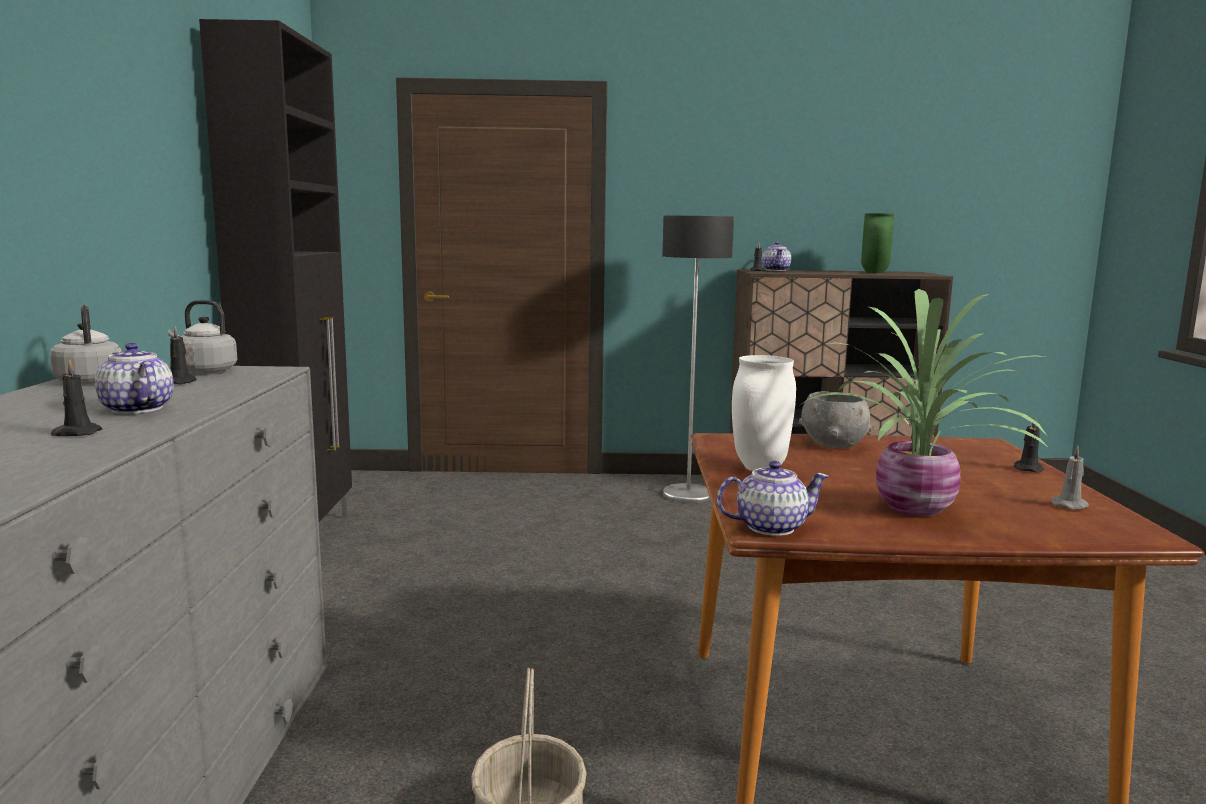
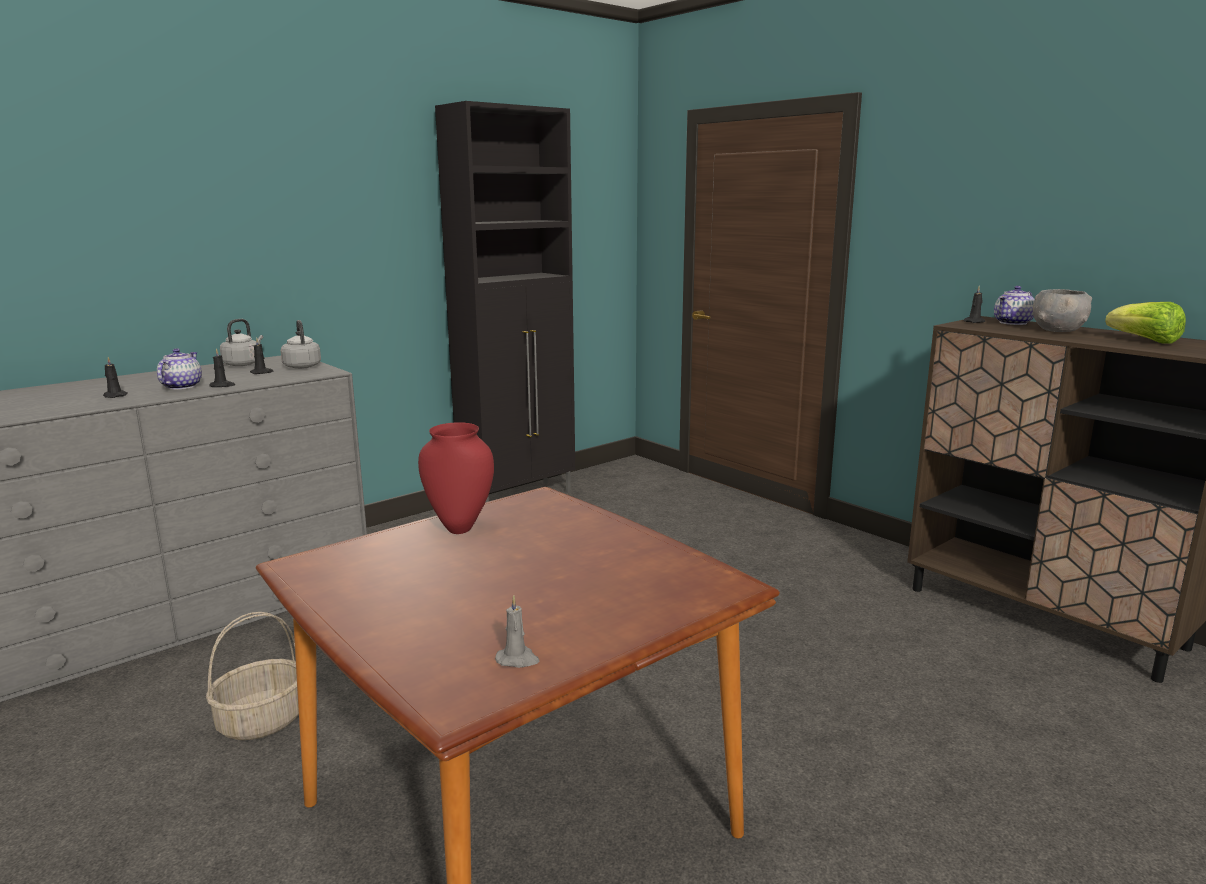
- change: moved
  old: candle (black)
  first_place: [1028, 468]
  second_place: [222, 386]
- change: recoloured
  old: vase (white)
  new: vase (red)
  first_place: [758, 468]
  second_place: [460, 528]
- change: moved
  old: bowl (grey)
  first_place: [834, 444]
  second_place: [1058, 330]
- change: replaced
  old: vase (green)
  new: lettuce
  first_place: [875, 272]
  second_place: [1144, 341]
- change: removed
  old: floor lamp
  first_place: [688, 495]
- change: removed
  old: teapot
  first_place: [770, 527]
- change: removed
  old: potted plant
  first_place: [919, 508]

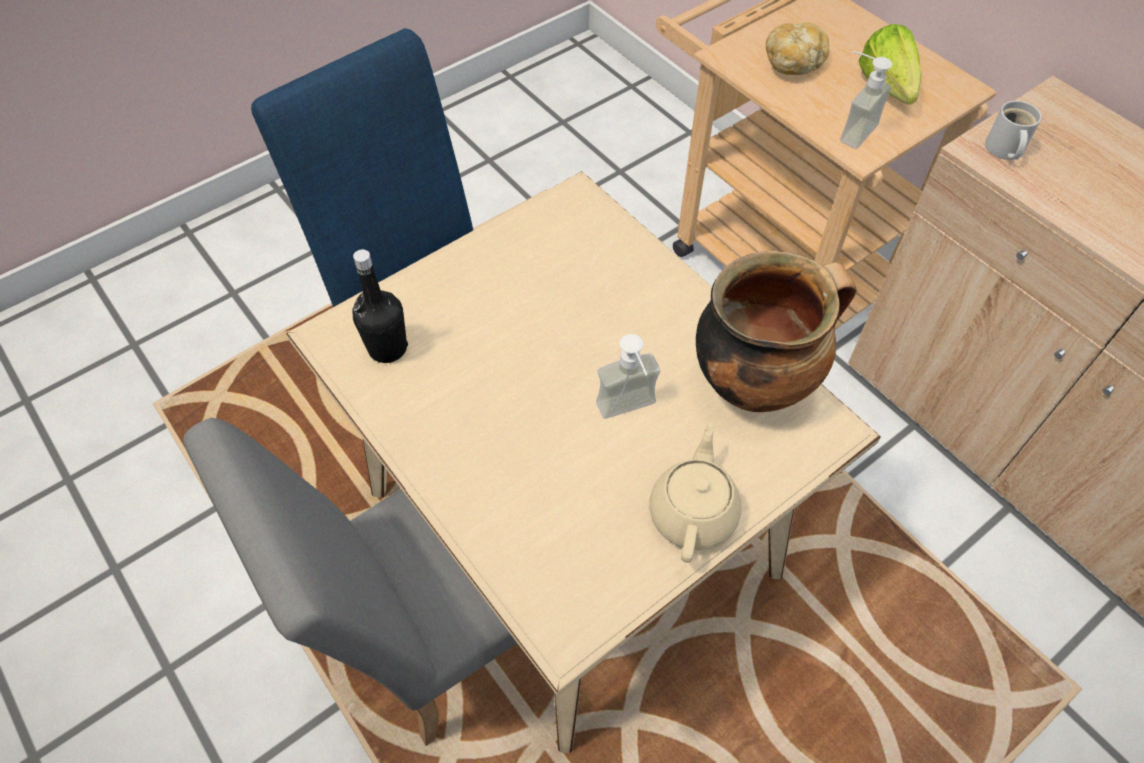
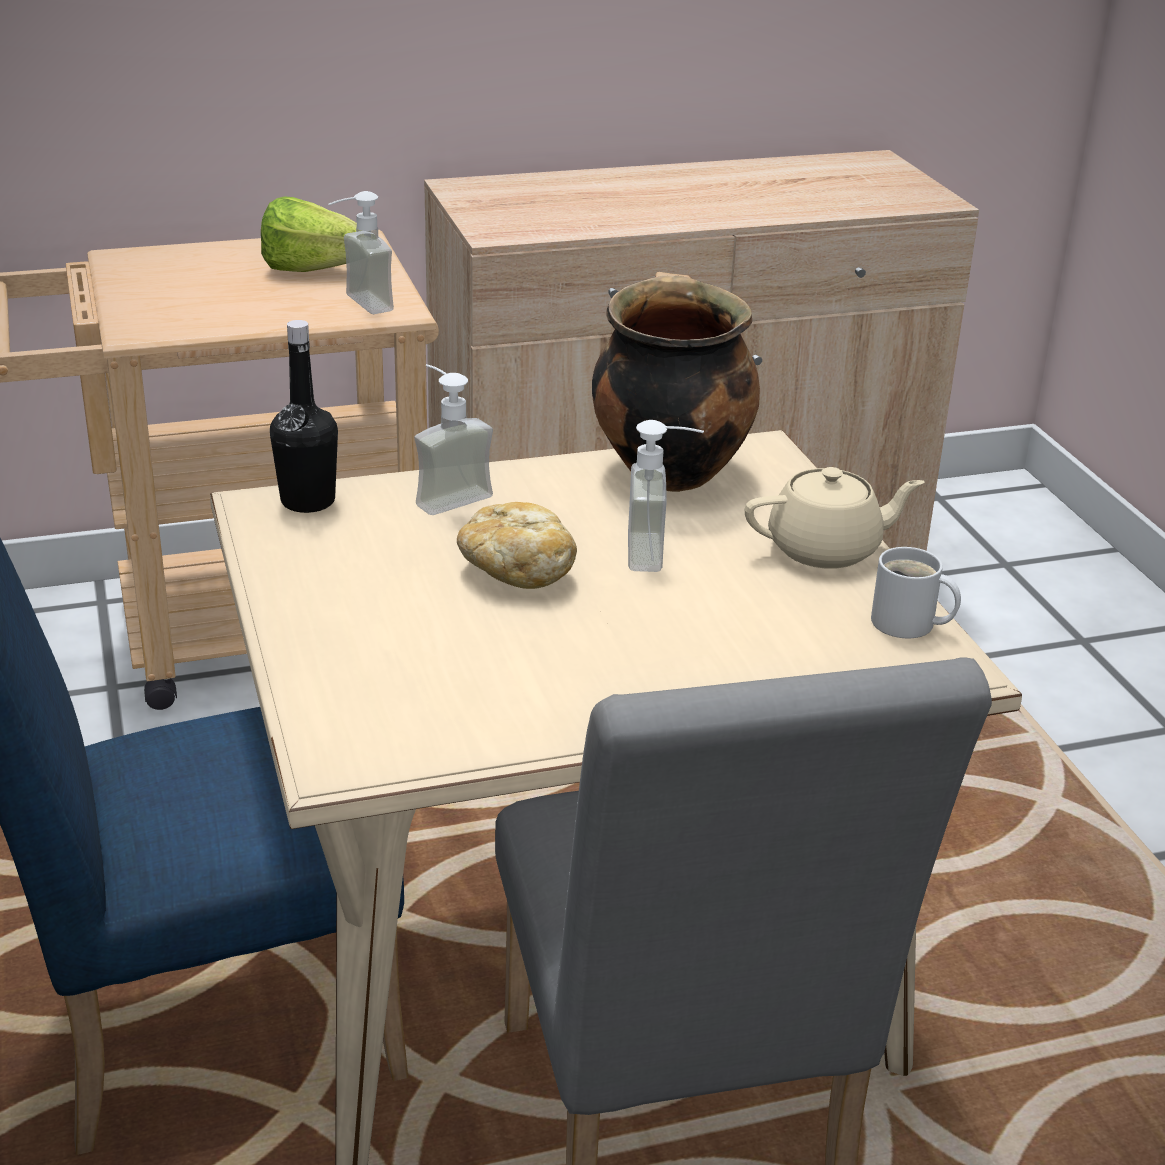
- change: moved
  old: bottle (black)
  first_place: [387, 348]
  second_place: [308, 501]
- change: added
  new: soap dispenser
  second_place: [445, 495]
- change: moved
  old: bread
  first_place: [794, 62]
  second_place: [516, 571]
- change: turned
  old: teapot (beige)
  first_place: [693, 512]
  second_place: [826, 550]
  degrees: 135
- change: moved
  old: mug (white)
  first_place: [1003, 150]
  second_place: [908, 625]

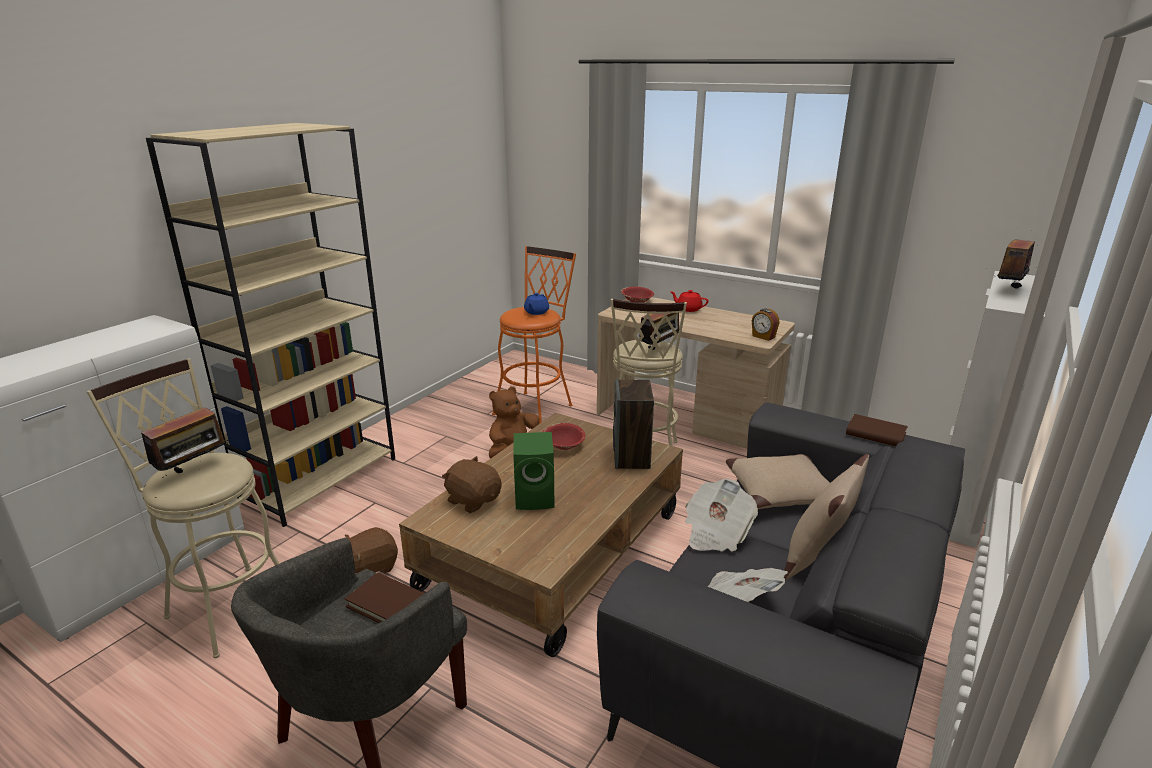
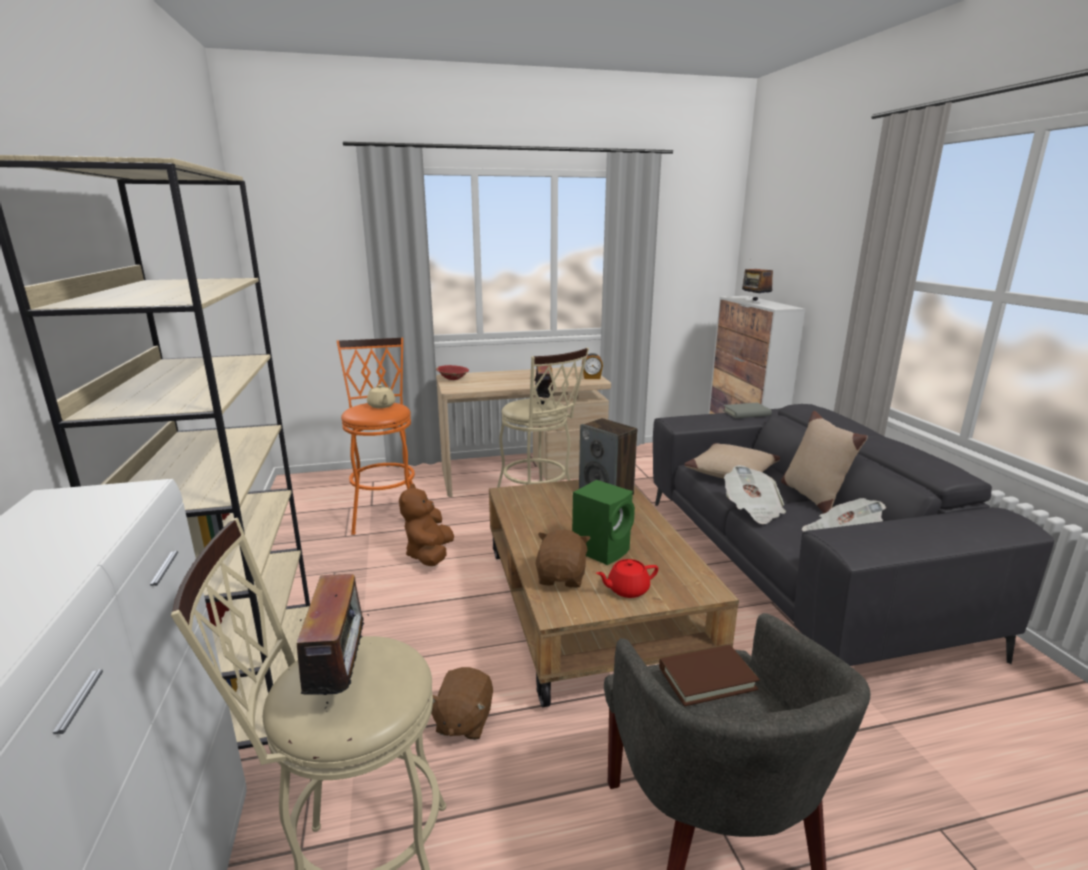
- change: recoloured
  old: teapot (blue)
  new: teapot (beige)
  first_place: [536, 312]
  second_place: [381, 406]
- change: turned
  old: plush toy (brown)
  first_place: [473, 500]
  second_place: [562, 577]
  degrees: 105
- change: moved
  old: teapot (red)
  first_place: [688, 309]
  second_place: [627, 589]
- change: recoloured
  old: book (brown)
  new: book (grey)
  first_place: [875, 434]
  second_place: [746, 413]
- change: removed
  old: bowl (red)
  first_place: [563, 445]

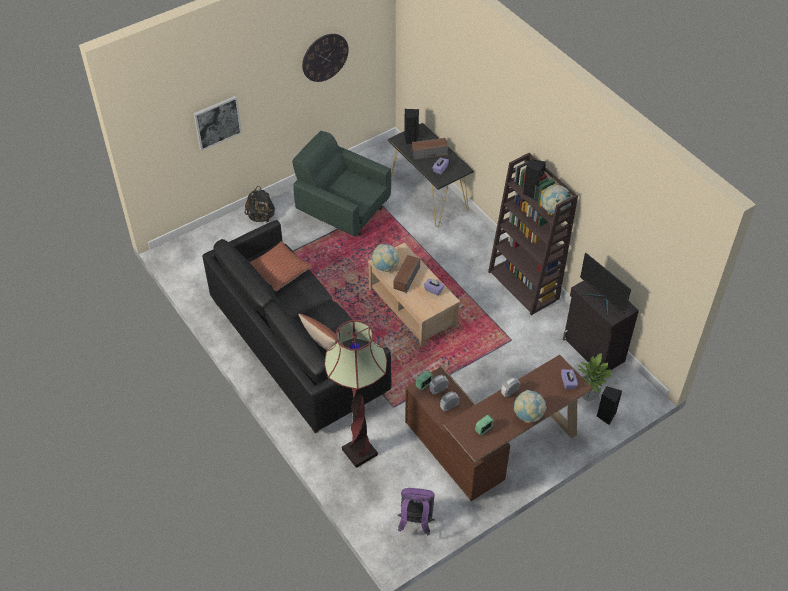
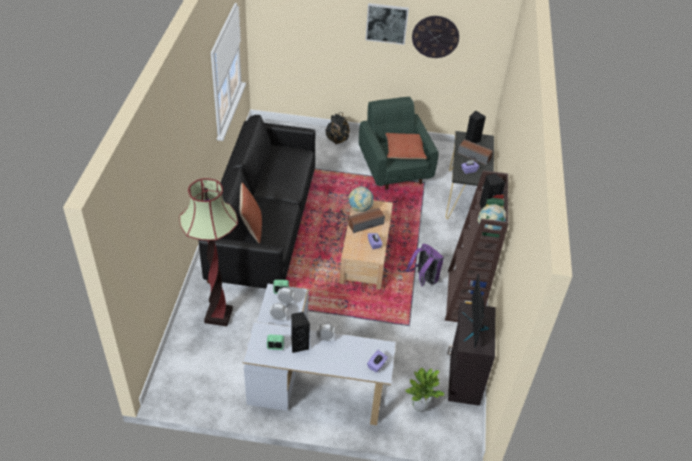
- change: recoloured
  old: desk (brown)
  new: desk (white)
  first_place: [491, 444]
  second_place: [307, 380]
- change: moved
  old: speaker (black)
  first_place: [605, 415]
  second_place: [299, 345]
- change: moved
  old: picture
  first_place: [217, 122]
  second_place: [386, 23]
- change: moved
  old: pillow
  first_place: [279, 271]
  second_place: [404, 151]
- change: moved
  old: backpack (purple)
  first_place: [415, 522]
  second_place: [423, 279]
- change: removed
  old: globe
  first_place: [528, 415]

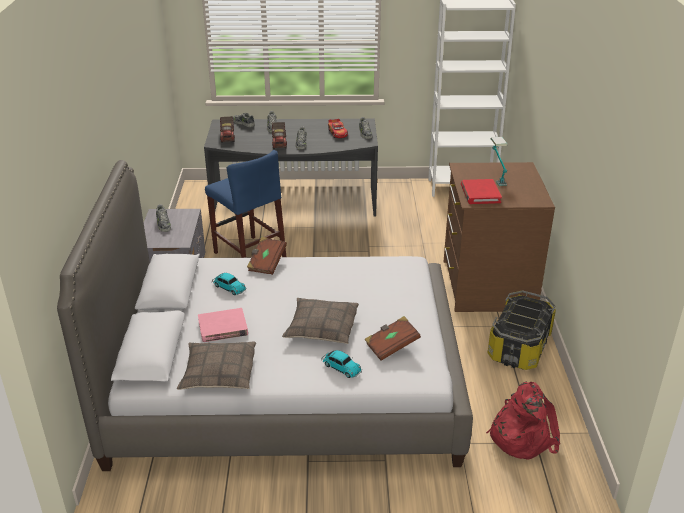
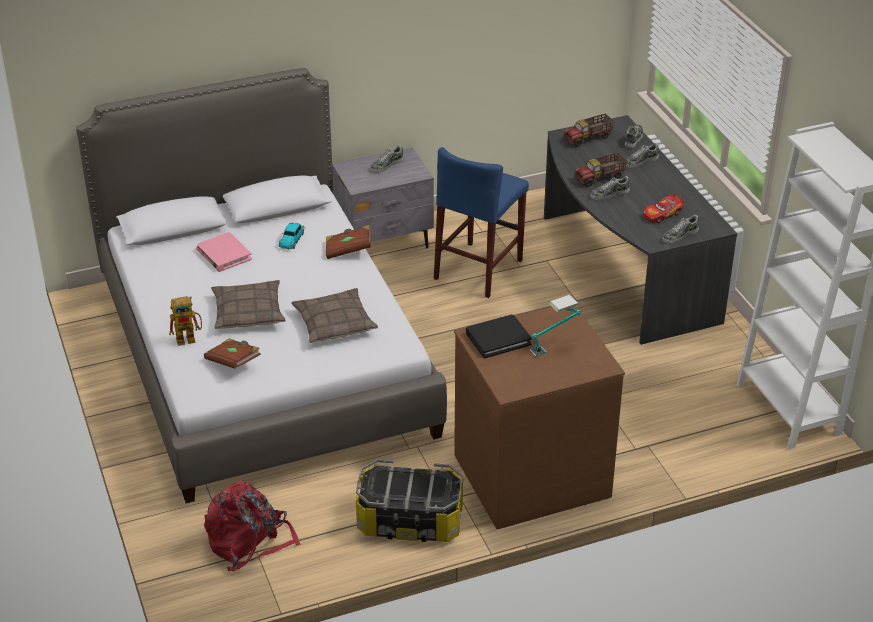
- change: replaced
  old: toy car
  new: toy robot
  first_place: [340, 367]
  second_place: [189, 338]
- change: moved
  old: pillow
  first_place: [218, 373]
  second_place: [334, 323]
- change: recoloured
  old: book (red)
  new: book (black)
  first_place: [480, 194]
  second_place: [498, 338]

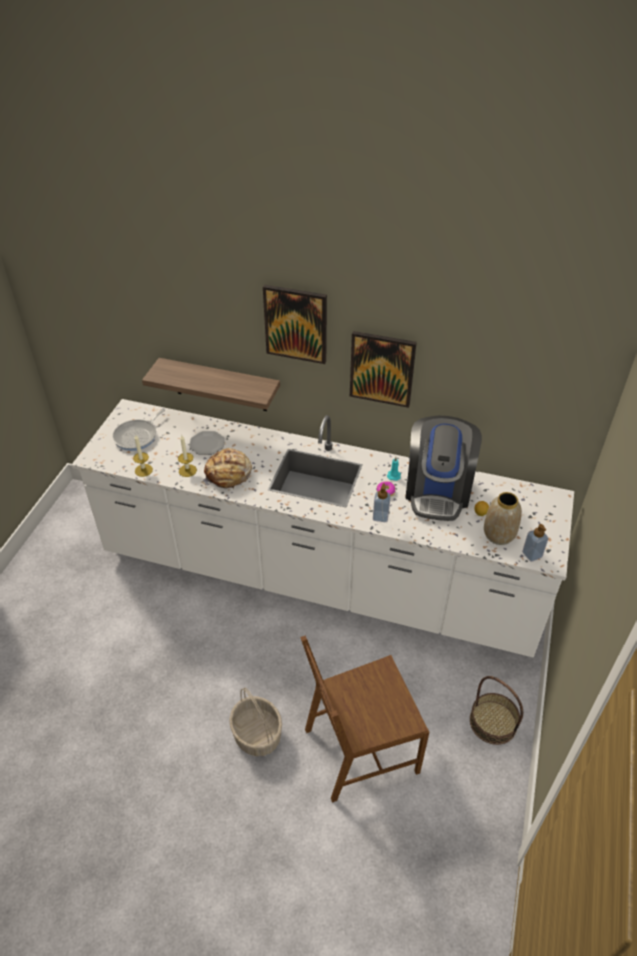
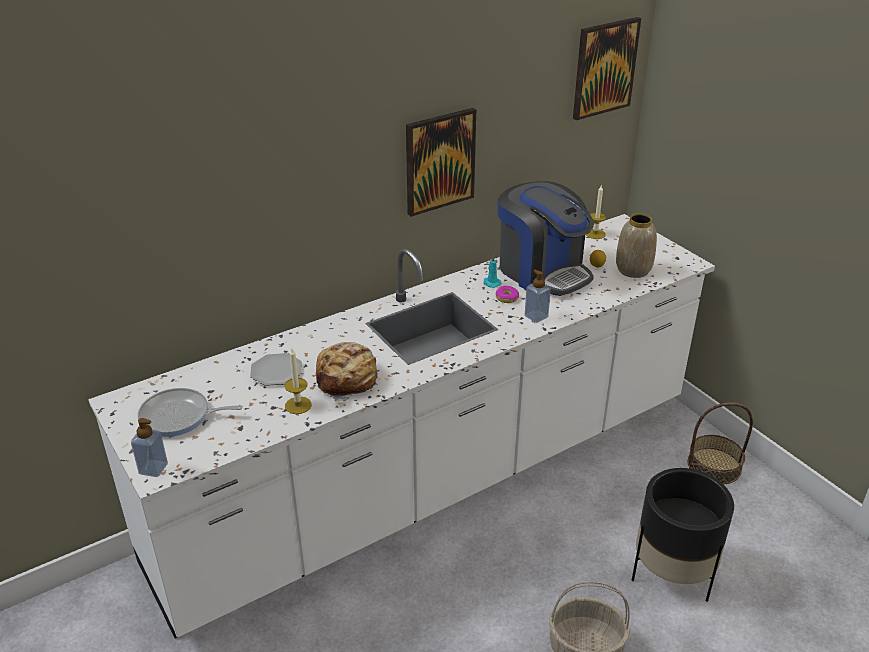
- change: moved
  old: soap dispenser
  first_place: [532, 554]
  second_place: [153, 469]
- change: turned
  old: frying pan
  first_place: [137, 436]
  second_place: [179, 417]
  degrees: 105
- change: moved
  old: picture
  first_place: [296, 324]
  second_place: [604, 68]
- change: moved
  old: candle
  first_place: [143, 470]
  second_place: [595, 234]
- change: replaced
  old: chair (brown)
  new: planter (black)
  first_place: [360, 750]
  second_place: [672, 574]
- change: removed
  old: shelf
  first_place: [220, 385]

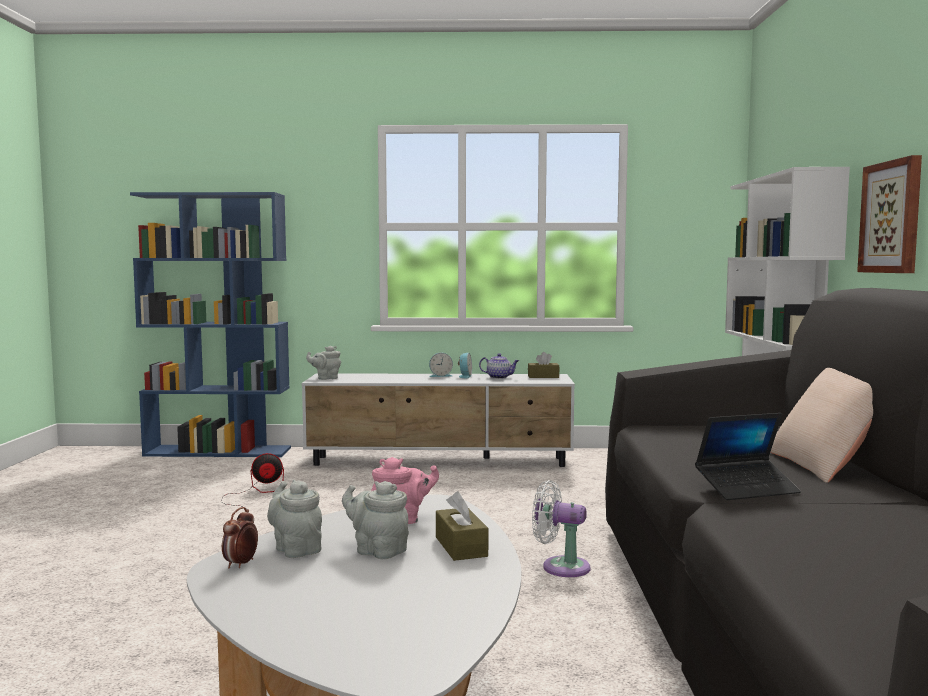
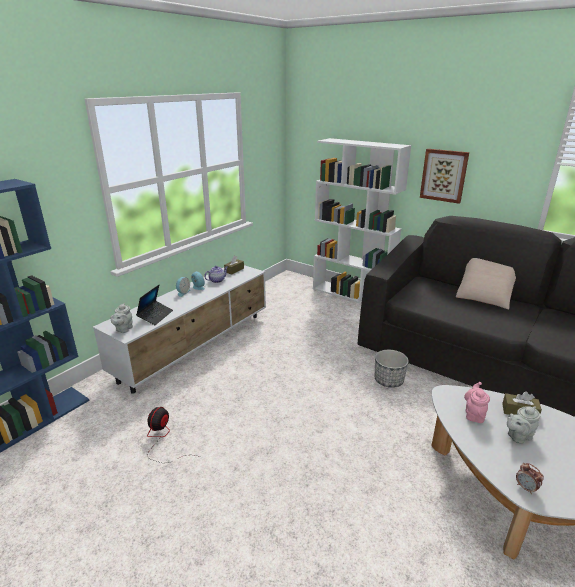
- change: moved
  old: laptop
  first_place: [747, 489]
  second_place: [155, 316]
- change: replaced
  old: fan (white)
  new: planter
  first_place: [561, 567]
  second_place: [389, 380]
- change: removed
  old: teapot (grey)
  first_place: [296, 549]

